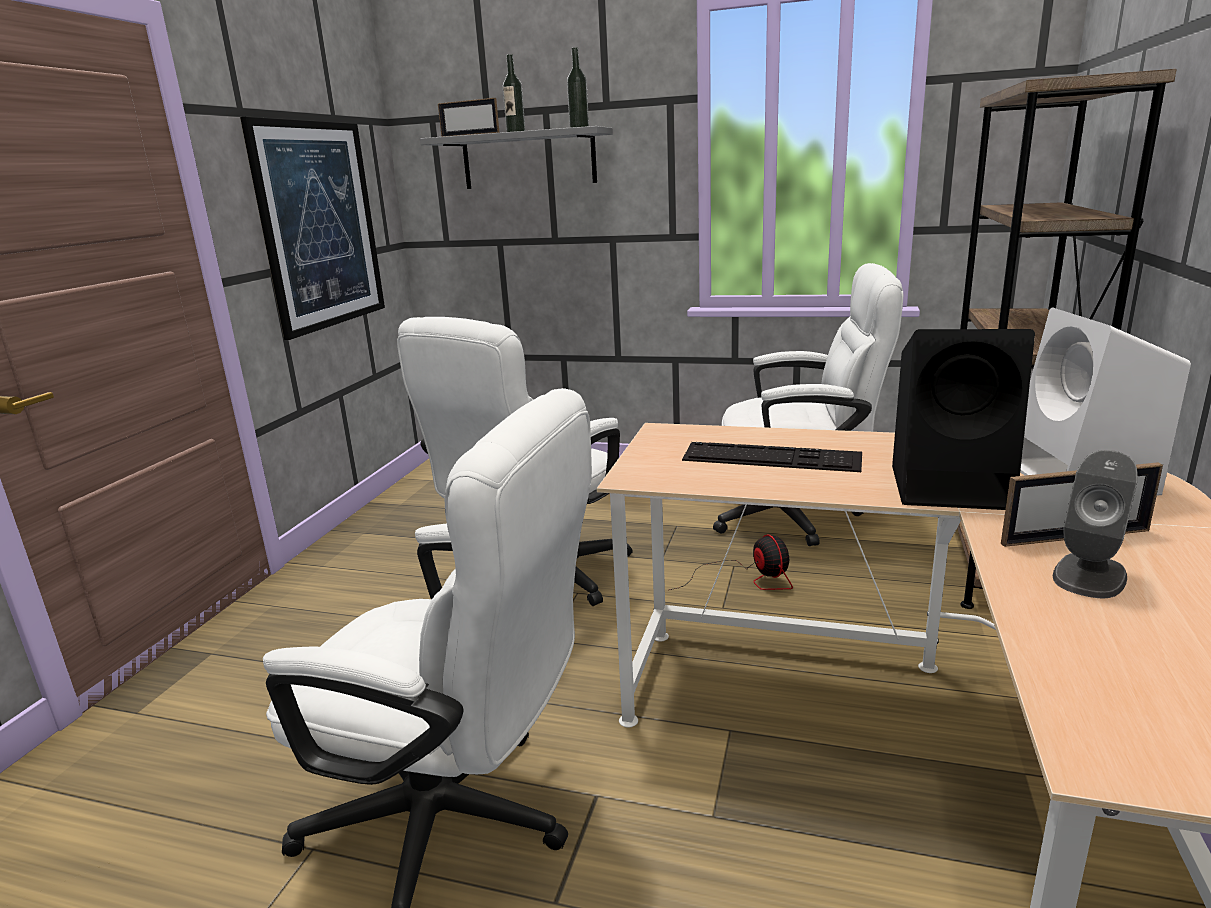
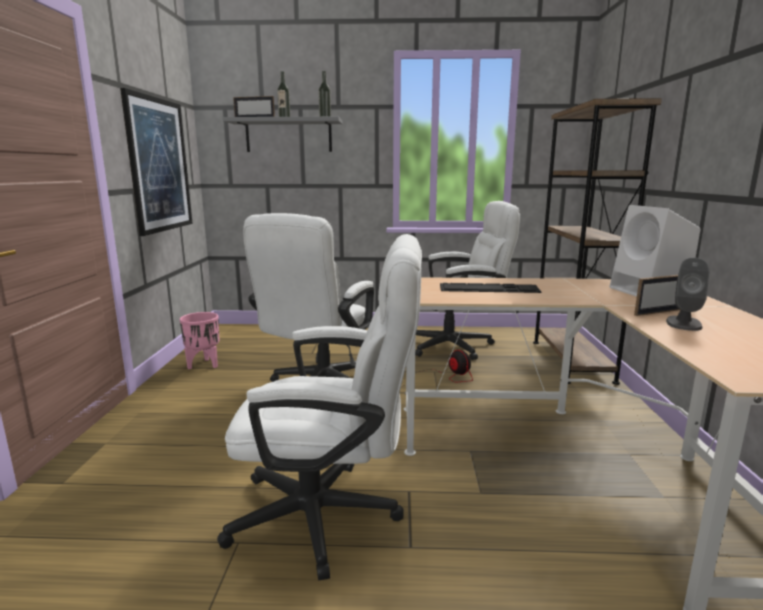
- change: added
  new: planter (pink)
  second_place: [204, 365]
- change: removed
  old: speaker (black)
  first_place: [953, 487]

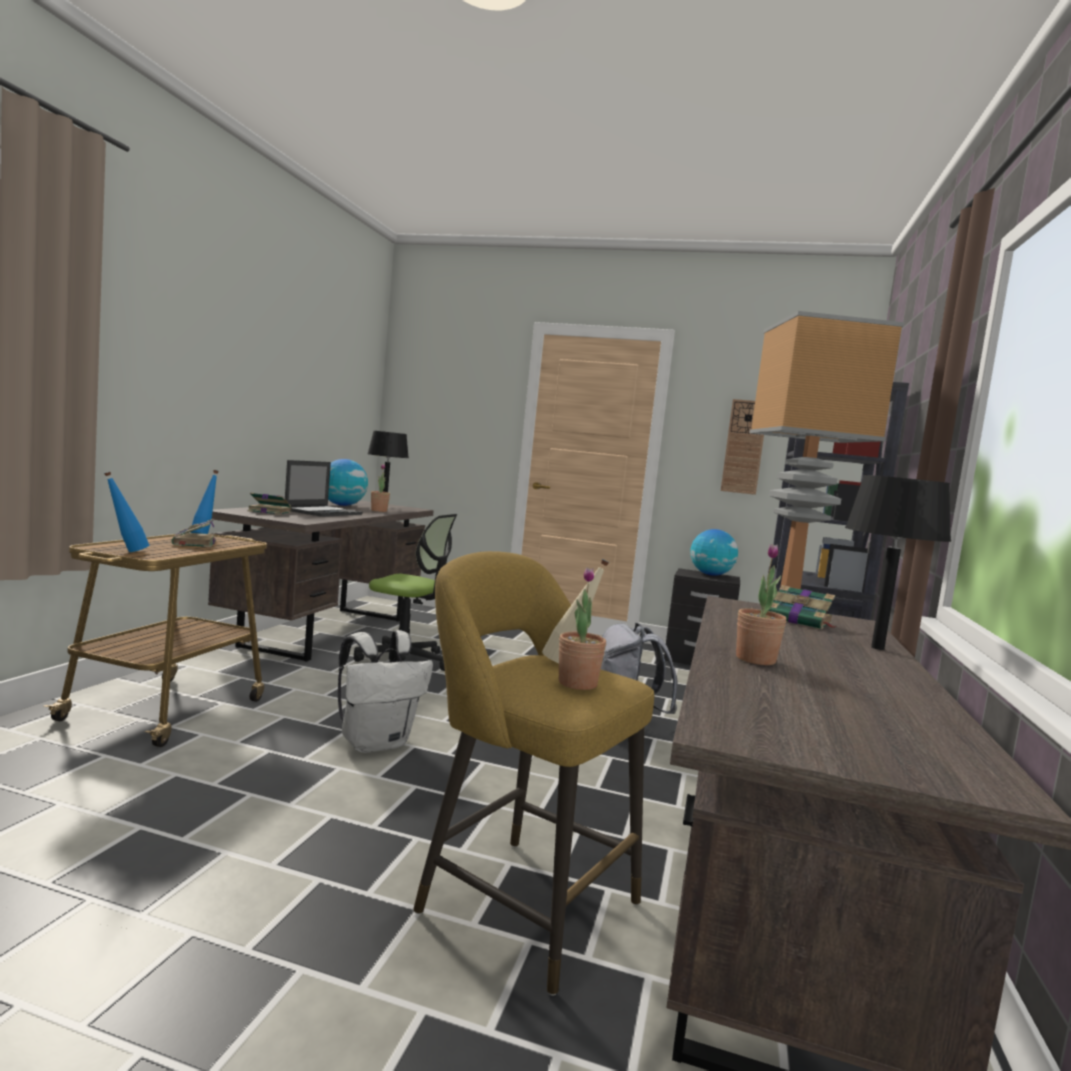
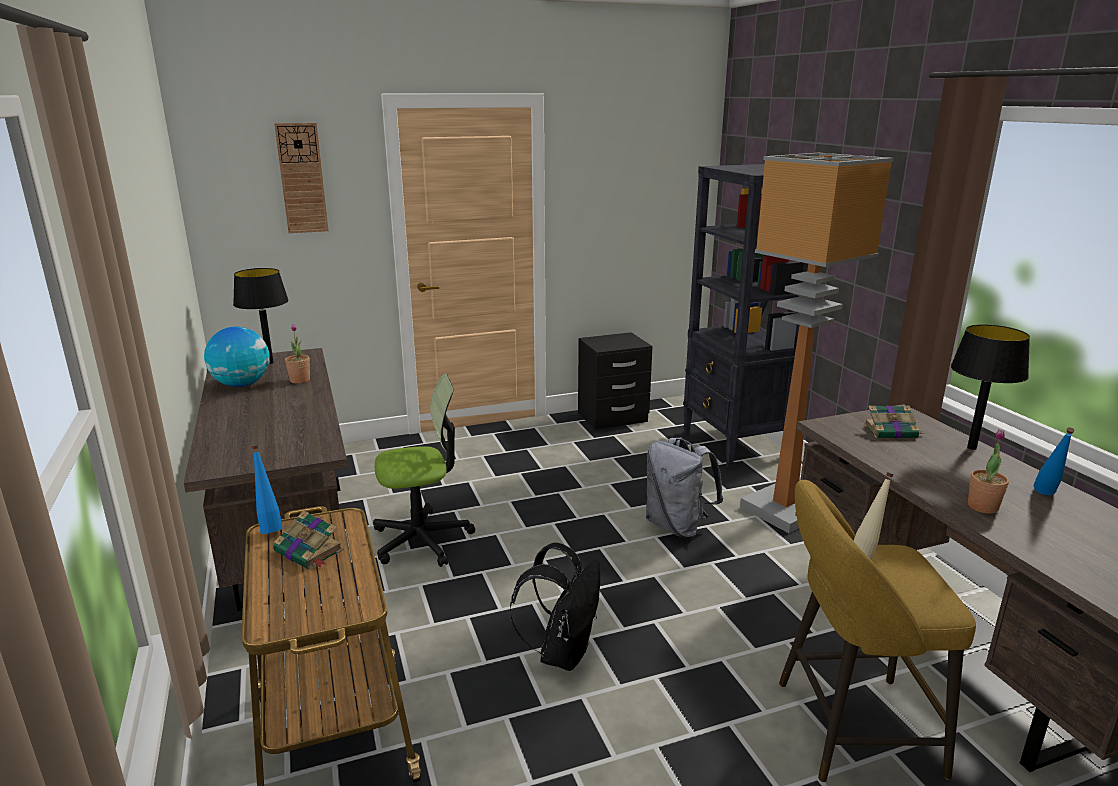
- change: moved
  old: wall clock
  first_place: [744, 447]
  second_place: [302, 178]
- change: recoloured
  old: backpack (white)
  new: backpack (black)
  first_place: [376, 743]
  second_place: [562, 652]
- change: moved
  old: bottle (blue)
  first_place: [125, 551]
  second_place: [1046, 496]
- change: removed
  old: book
  first_place: [268, 511]
- change: removed
  old: laptop
  first_place: [324, 512]
- change: removed
  old: potted plant
  first_place: [577, 683]
- change: removed
  old: globe
  first_place: [710, 575]

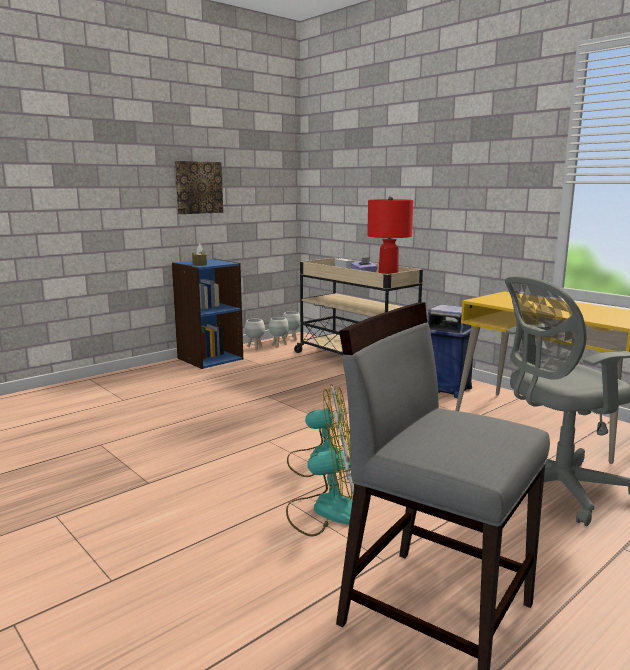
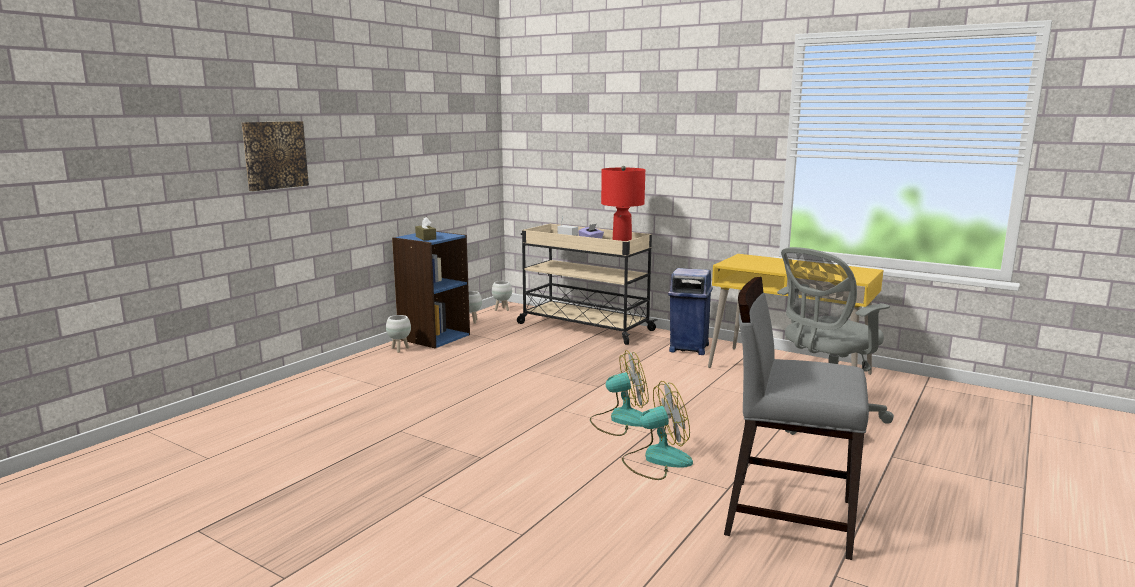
- change: moved
  old: picture
  first_place: [198, 187]
  second_place: [274, 155]
- change: moved
  old: planter (white)
  first_place: [279, 345]
  second_place: [399, 349]

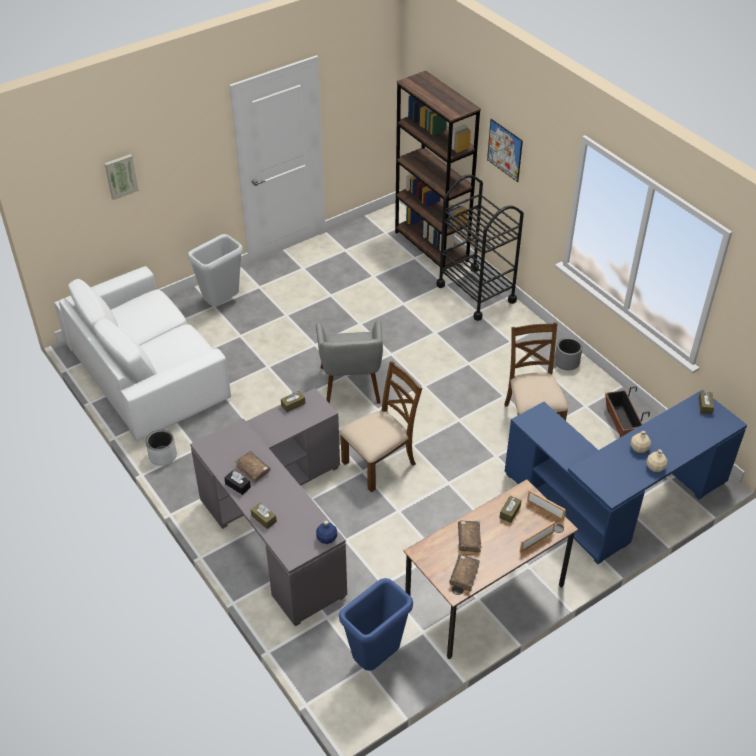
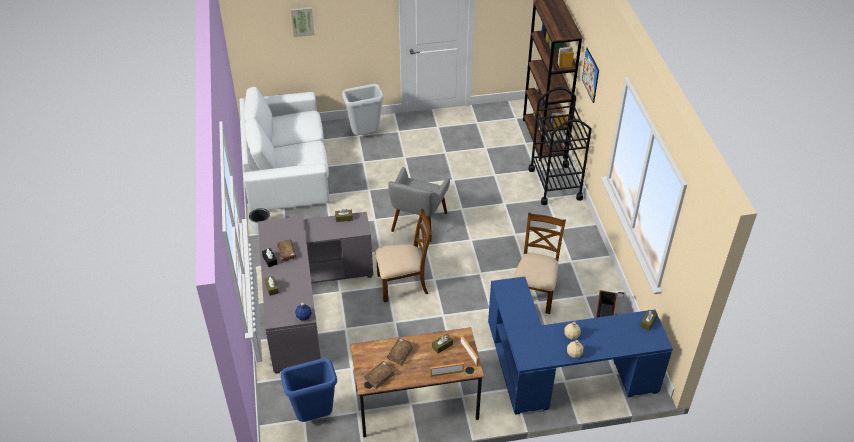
- change: removed
  old: planter (grey)
  first_place: [567, 362]

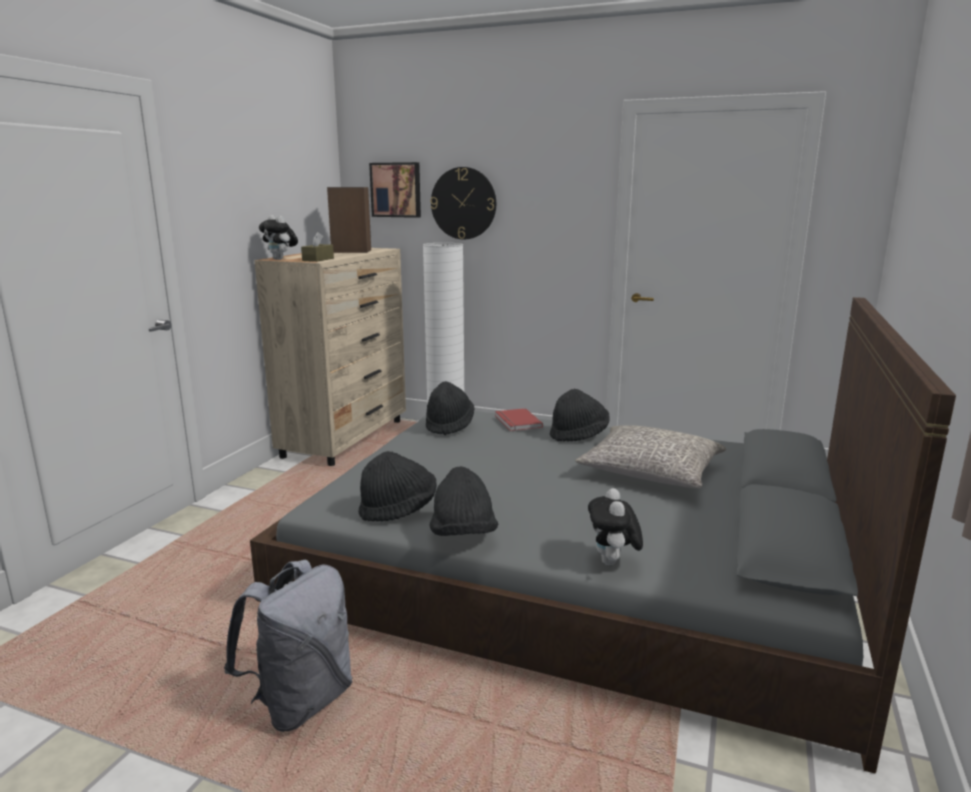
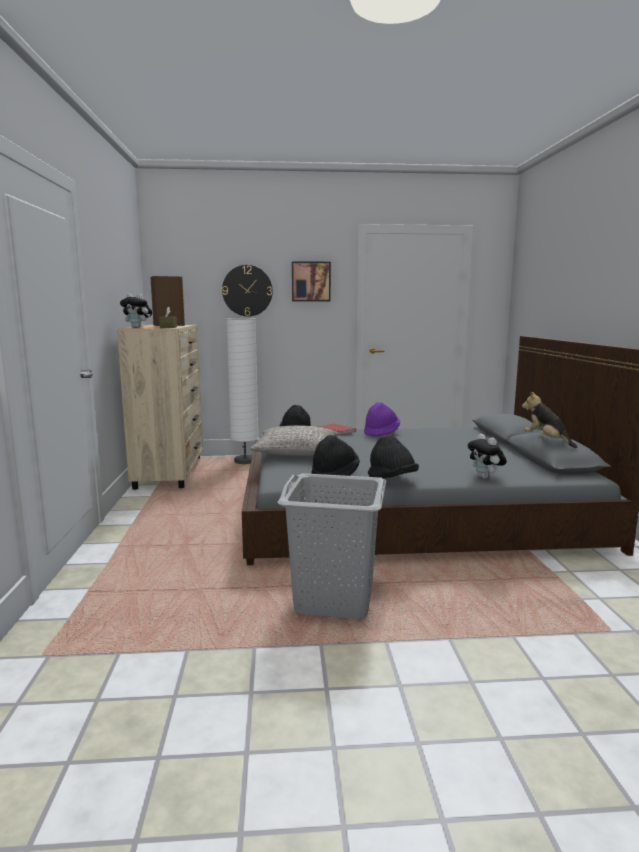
- change: moved
  old: pillow (grey)
  first_place: [650, 473]
  second_place: [296, 453]
- change: replaced
  old: backpack (grey)
  new: laundry basket (grey)
  first_place: [300, 701]
  second_place: [333, 599]
- change: moved
  old: picture
  first_place: [396, 190]
  second_place: [311, 281]
- change: recoloured
  old: hat (black)
  new: hat (purple)
  first_place: [579, 435]
  second_place: [381, 433]
- change: added
  new: plush toy
  second_place: [546, 441]

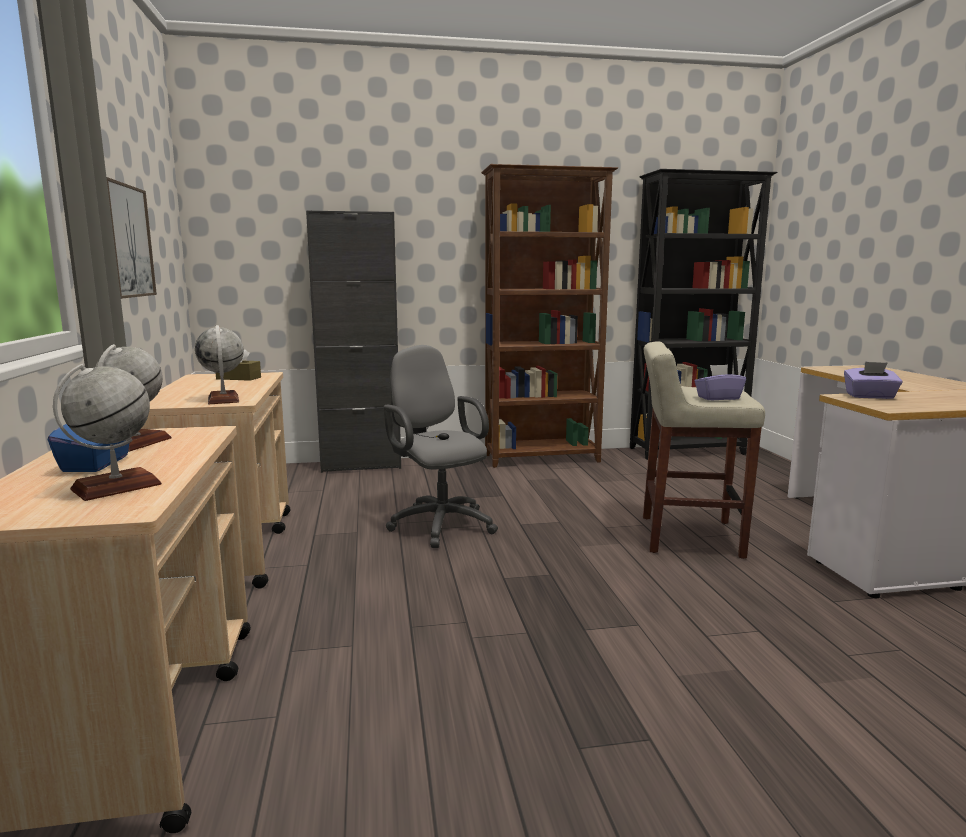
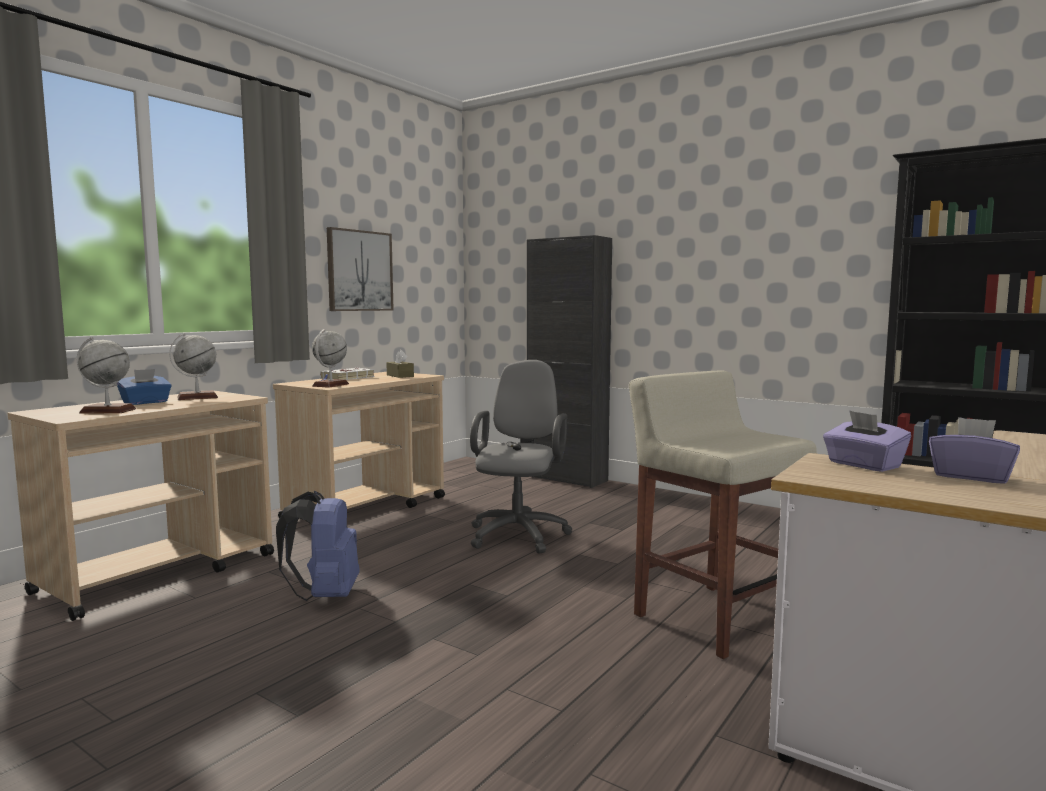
- change: added
  new: backpack (blue)
  second_place: [325, 595]
- change: added
  new: book (white)
  second_place: [346, 378]
- change: moved
  old: tissue box (purple)
  first_place: [718, 398]
  second_place: [971, 476]
- change: removed
  old: bookcase (brown)
  first_place: [543, 459]

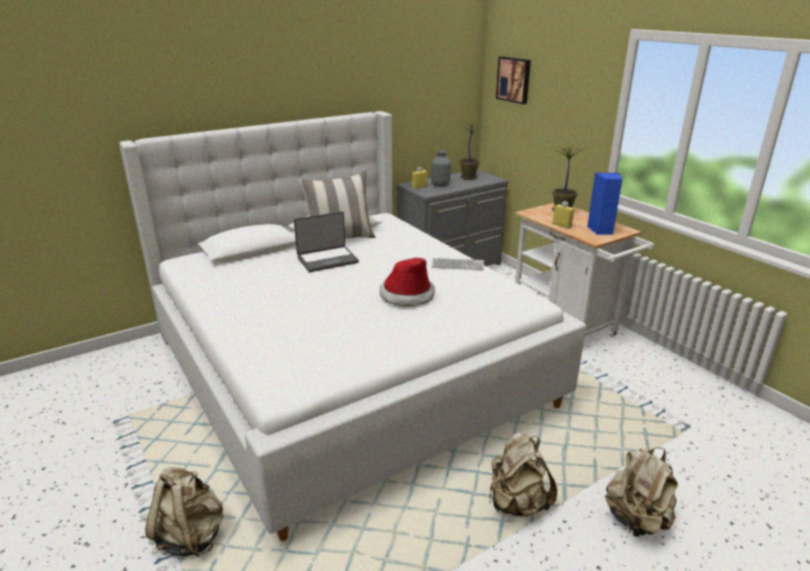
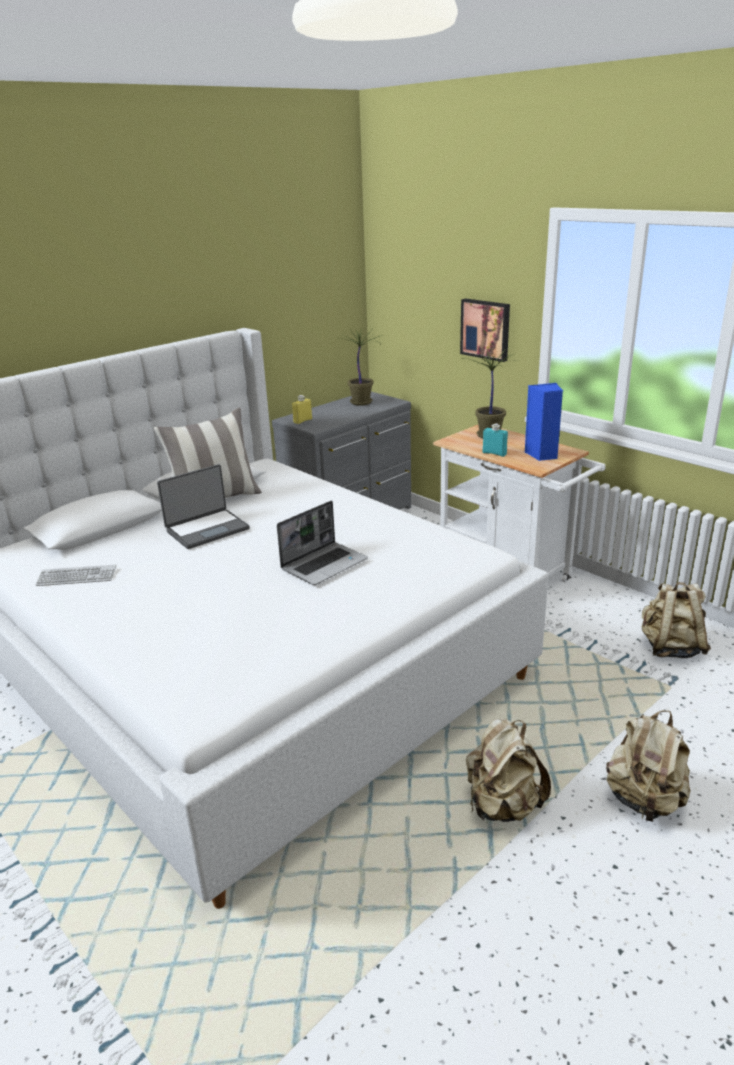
- change: moved
  old: keyboard
  first_place: [457, 265]
  second_place: [77, 577]
- change: replaced
  old: hat
  new: laptop
  first_place: [407, 295]
  second_place: [324, 564]
- change: moved
  old: picture
  first_place: [514, 79]
  second_place: [486, 329]
- change: recoloured
  old: bottle (yellow)
  new: bottle (turquoise)
  first_place: [562, 225]
  second_place: [494, 453]
- change: moved
  old: backpack (beige)
  first_place: [191, 536]
  second_place: [670, 648]
- change: removed
  old: vase (grey)
  first_place: [440, 185]

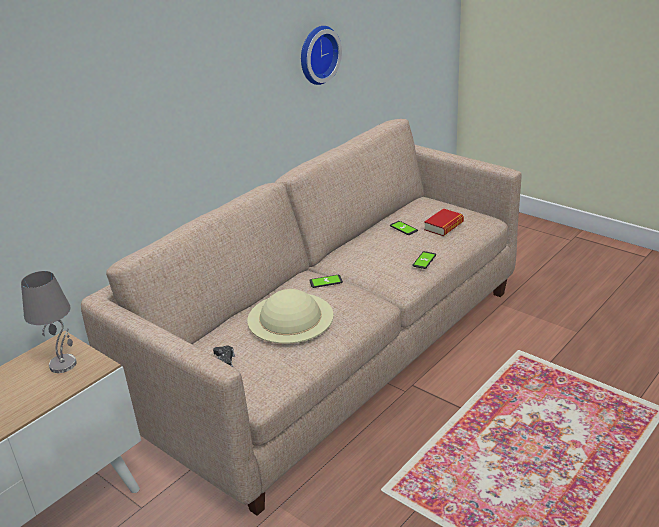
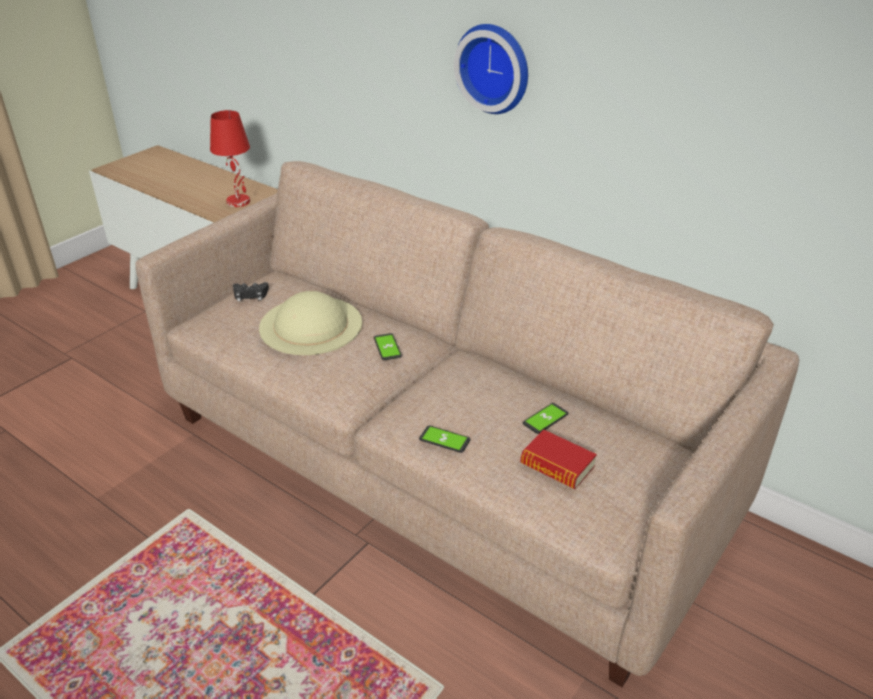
- change: recoloured
  old: table lamp (grey)
  new: table lamp (red)
  first_place: [63, 364]
  second_place: [239, 202]
- change: moved
  old: wall clock
  first_place: [316, 54]
  second_place: [495, 68]

